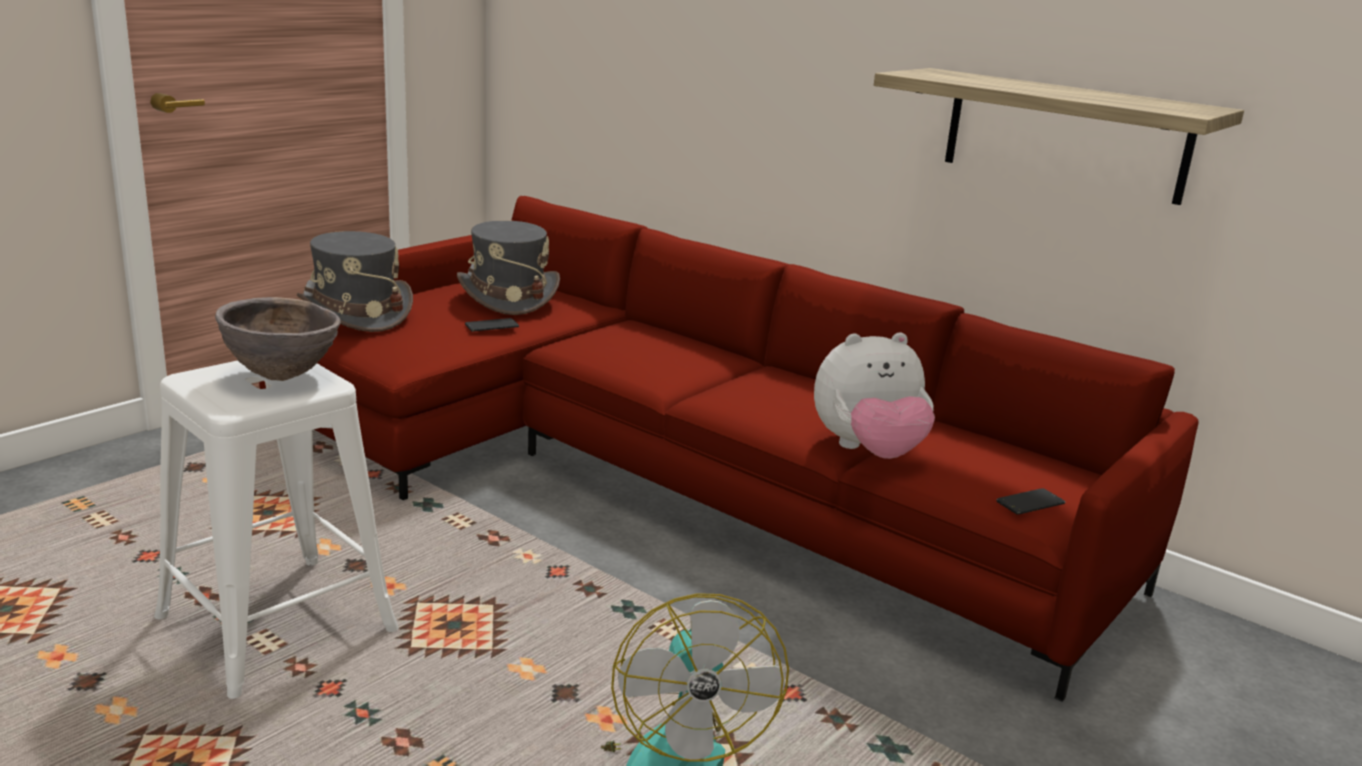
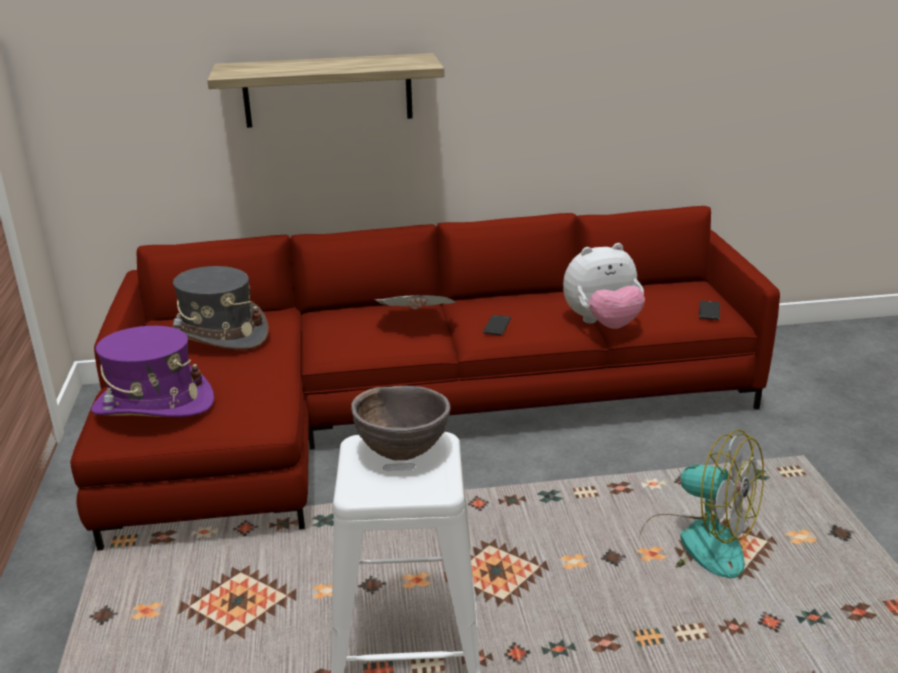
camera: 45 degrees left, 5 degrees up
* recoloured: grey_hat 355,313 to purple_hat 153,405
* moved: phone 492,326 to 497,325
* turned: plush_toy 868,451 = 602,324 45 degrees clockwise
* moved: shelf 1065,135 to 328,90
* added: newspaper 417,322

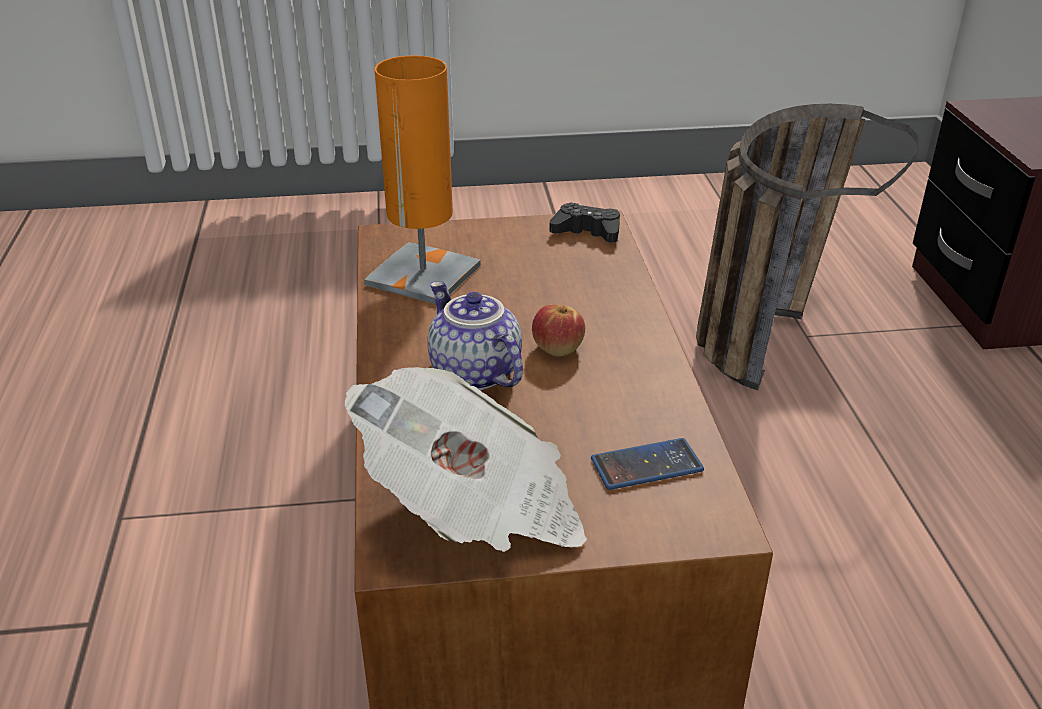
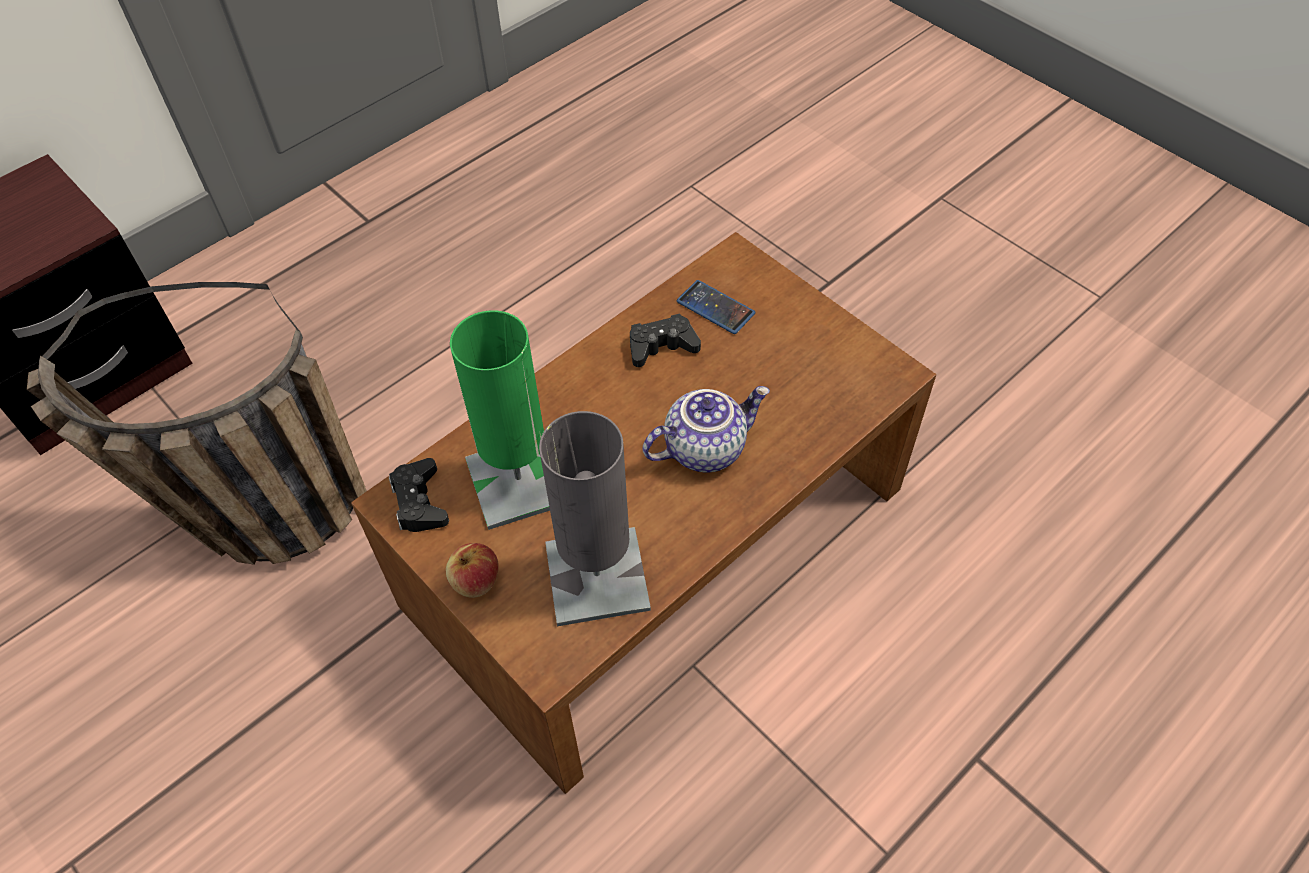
camera: 125 degrees left, 20 degrees up
* removed: newspaper 475,508
* recoloured: orange_table_lamp 423,275 to grey_table_lamp 597,577
* turned: teapot 473,373 = 704,447 135 degrees counterclockwise
* moved: apple 557,348 to 475,581
* added: green_table_lamp 519,481
* added: black_game_controller 661,346

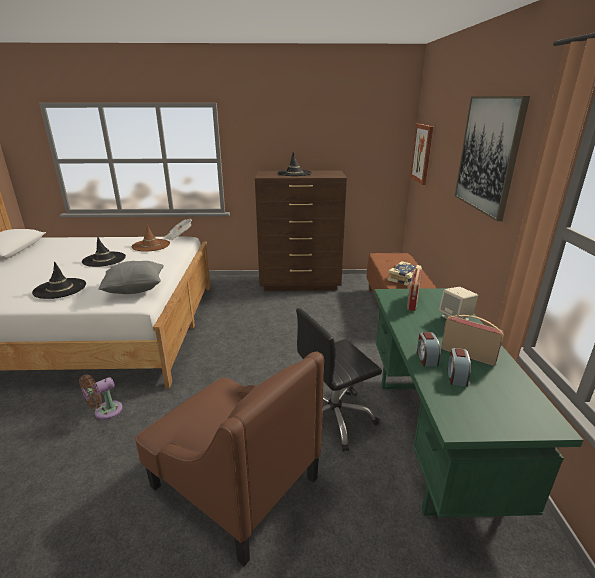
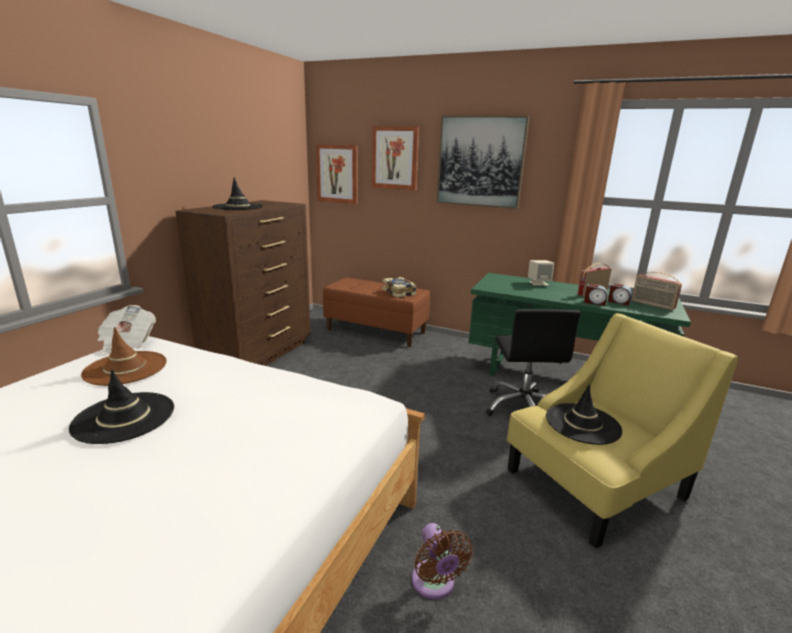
camera: 65 degrees left, 5 degrees down
* moved: black_hat 60,288 to 582,423
* removed: grey_pillow 135,290
* recoloured: brown_armchair 234,482 to yellow_armchair 594,484
* moved: radio 412,302 to 652,305
* added: picture 395,158

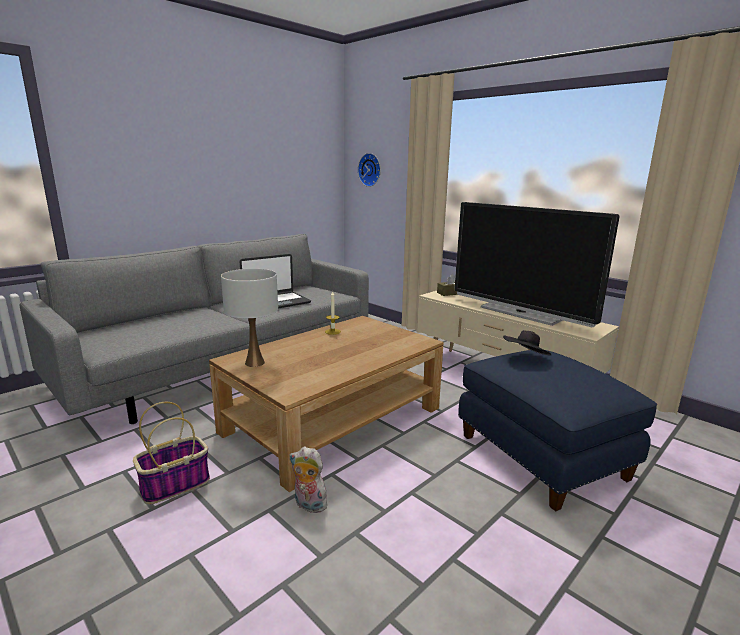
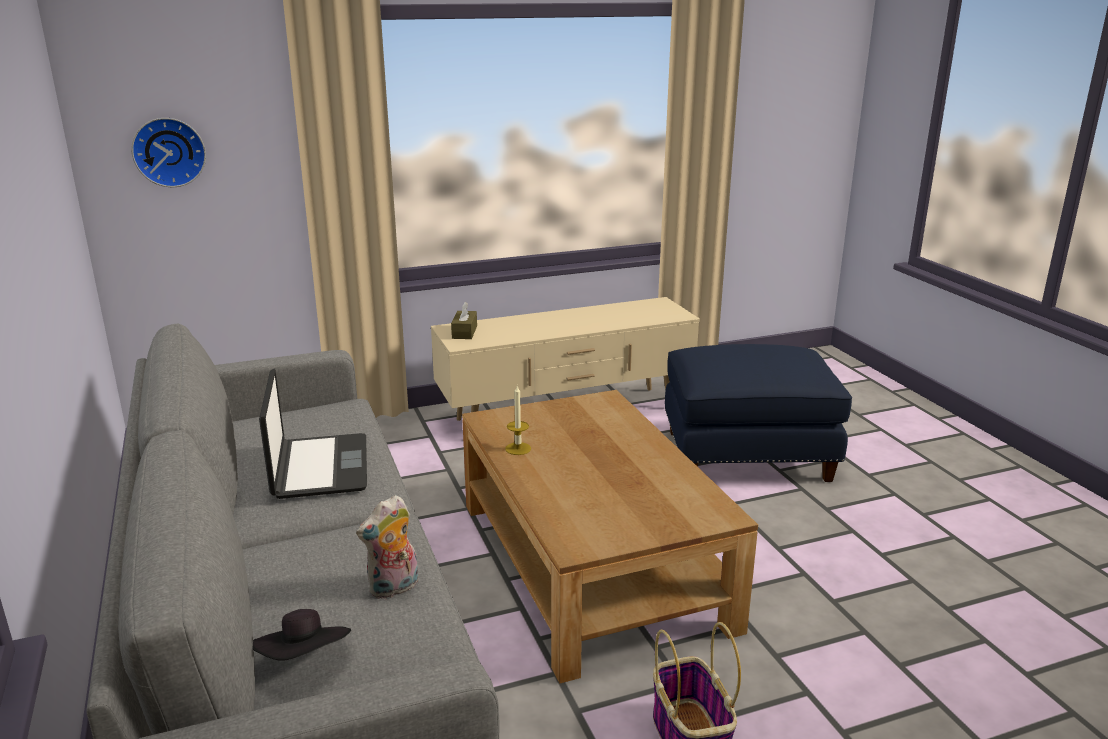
camera: 65 degrees left, 5 degrees up
* removed: white_table_lamp 254,363
* moved: plush_toy 308,505 to 394,588
* removed: television 520,313
* moved: black_hat 525,357 to 305,659

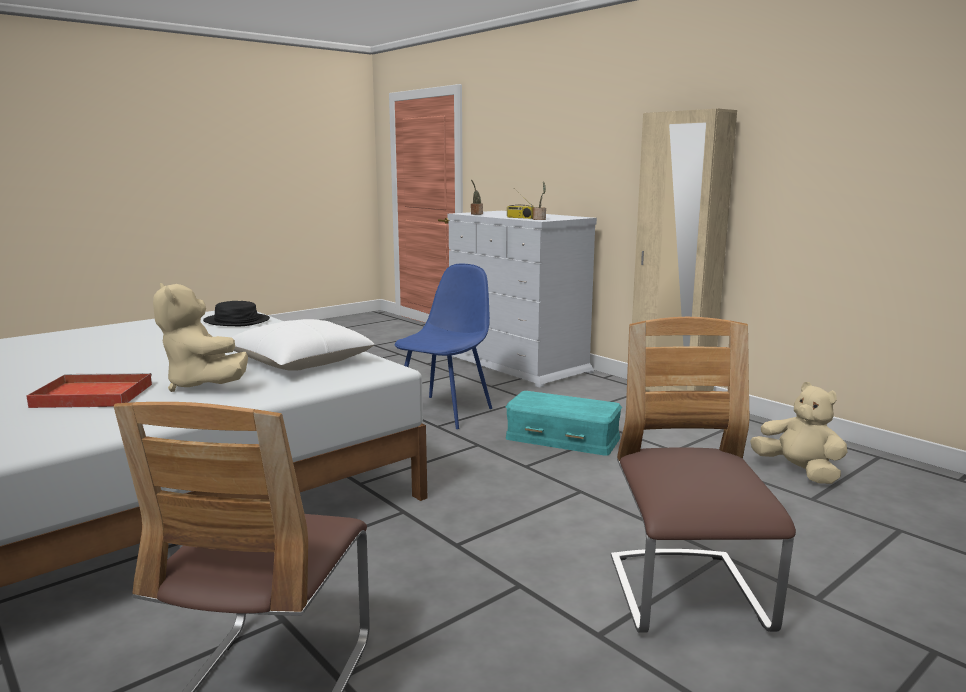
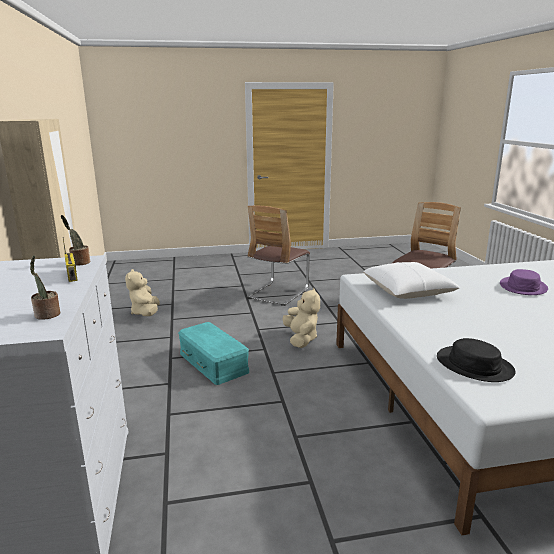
camera: 150 degrees left, 5 degrees up
* replaced: red_tray 90,395 to purple_hat 523,287
* moved: beige_plush_toy 203,385 to 301,339
* removed: blue_chair 445,411

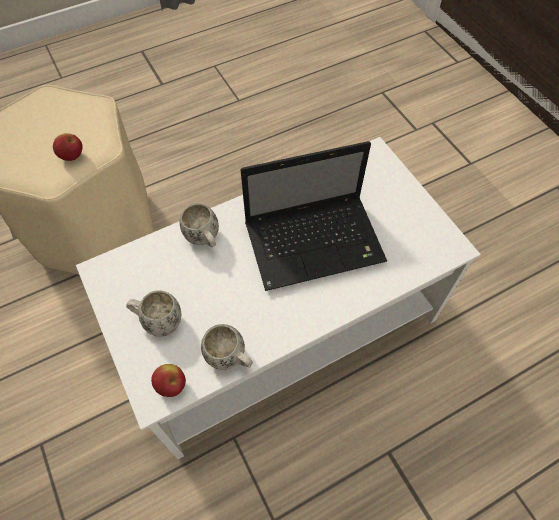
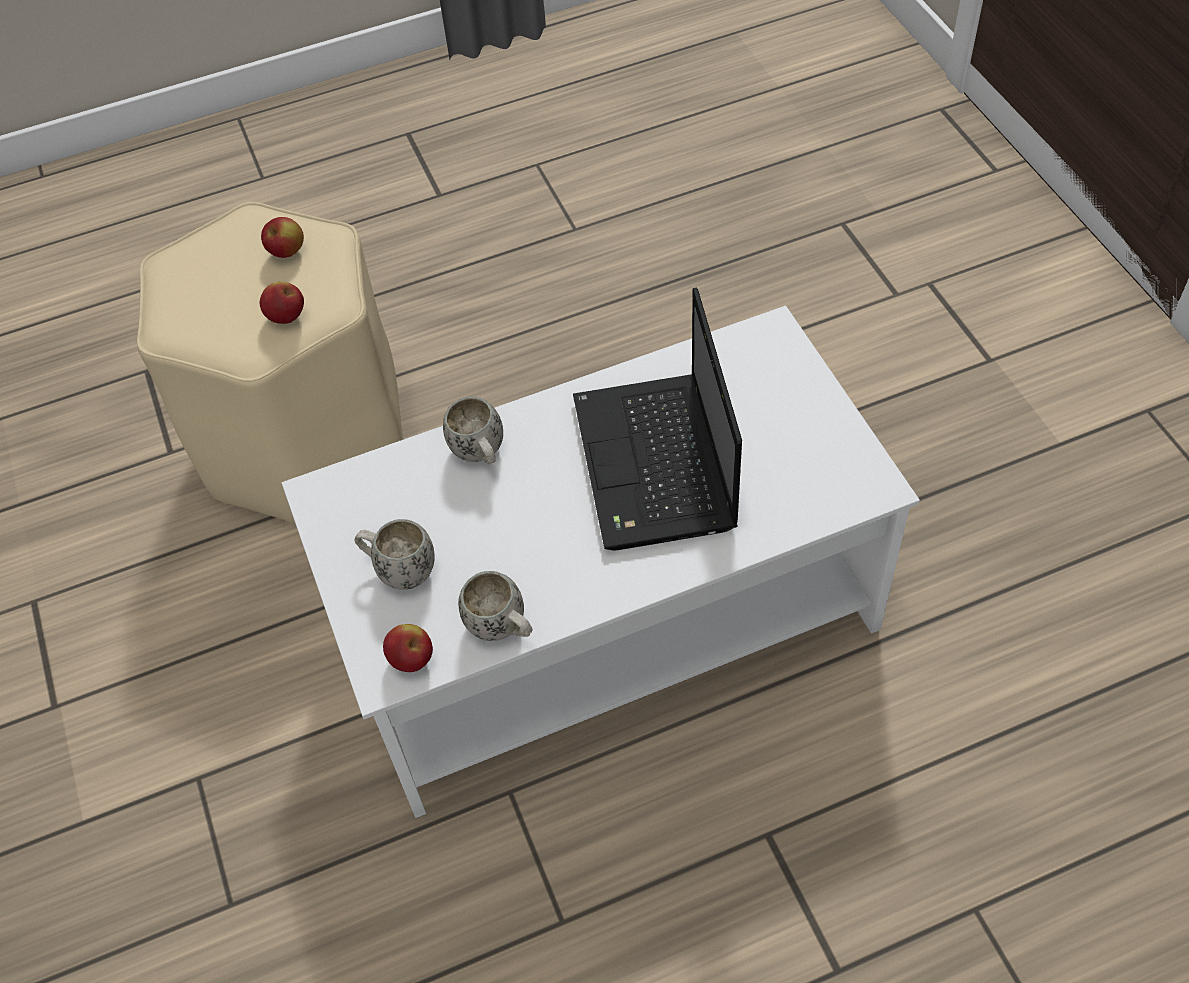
camera: 10 degrees right, 5 degrees down
* turned: laptop 316,241 = 656,467 90 degrees clockwise
* added: apple 287,252

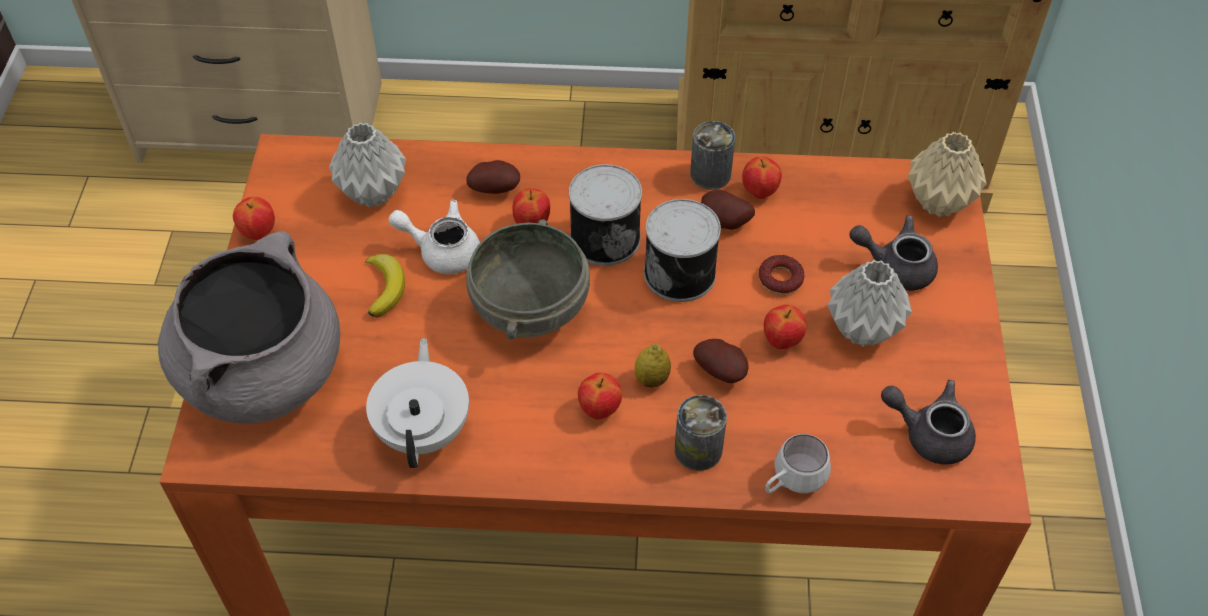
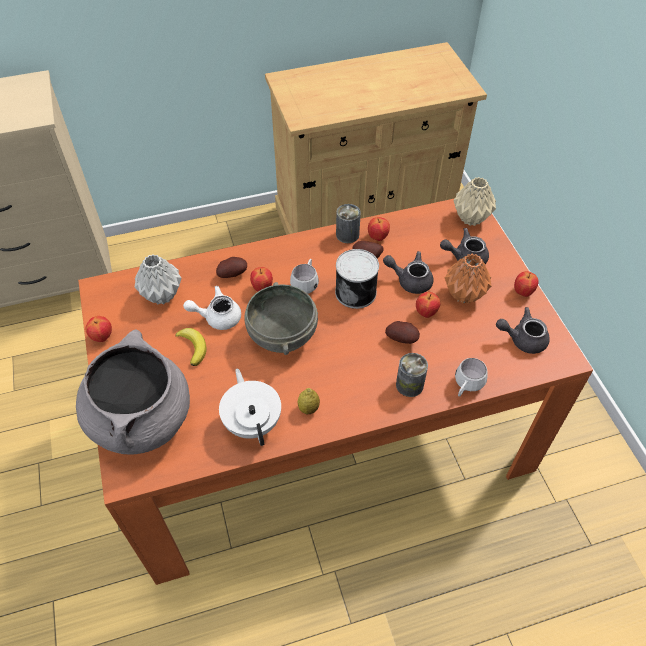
camera: 20 degrees left, 0 degrees up
* replaced: can 604,237 to white_mug 306,284
* moved: apple 599,409 to 522,292
* moved: lemon 652,379 to 308,408
* replaced: donut 780,279 to grey_teapot 410,280
* recoloured: grey_vase 864,330 to orange_vase 465,295

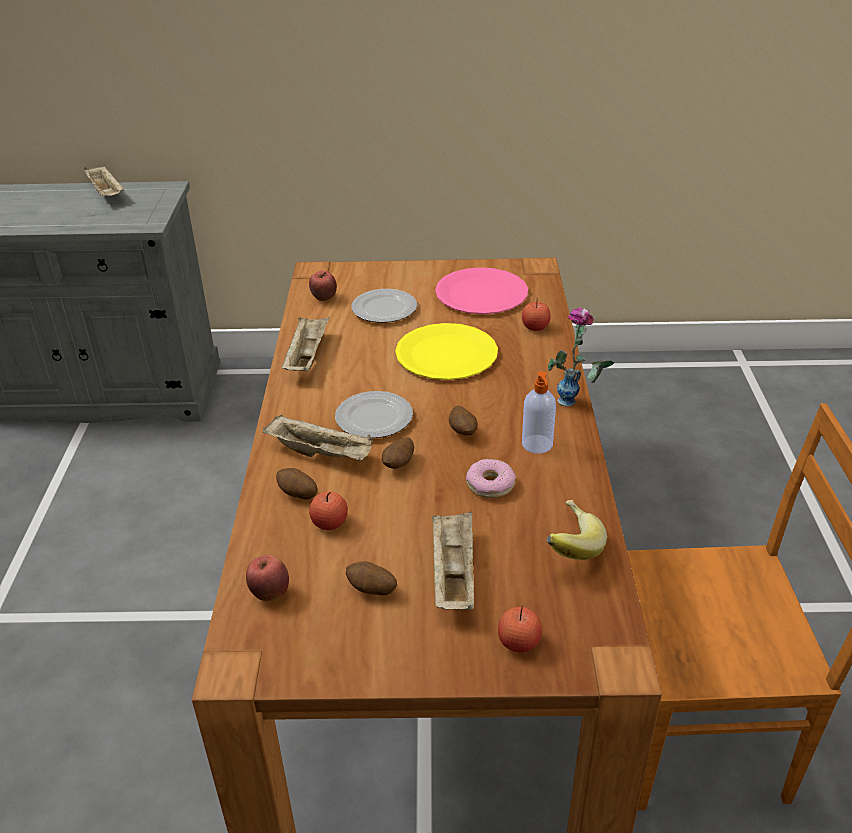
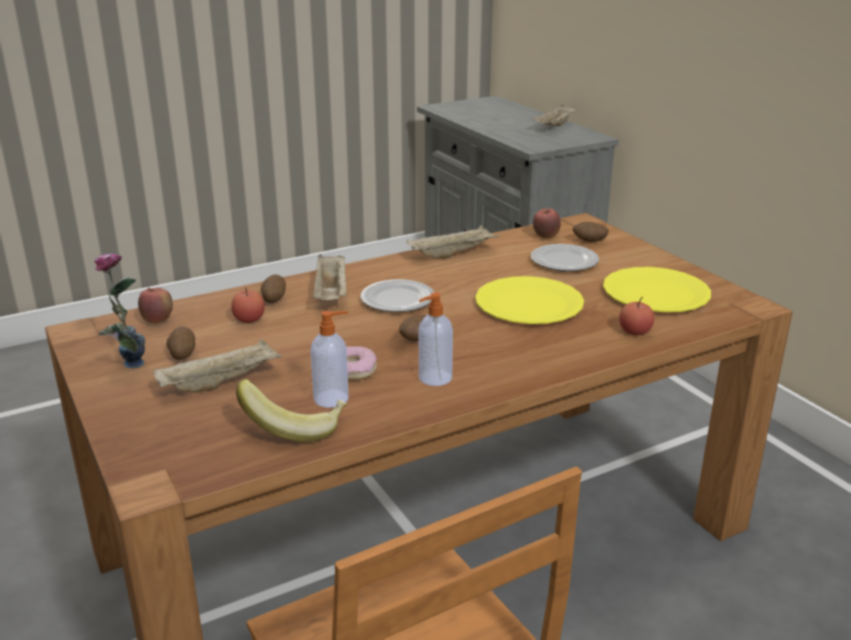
camera: 60 degrees right, 10 degrees down
* moved: potato 399,464 to 589,242
* recoloured: pink_plate 481,294 to yellow_plate 656,293
* removed: apple 519,642
* moved: vase 577,406 to 128,371
* added: soap_dispenser 332,399

